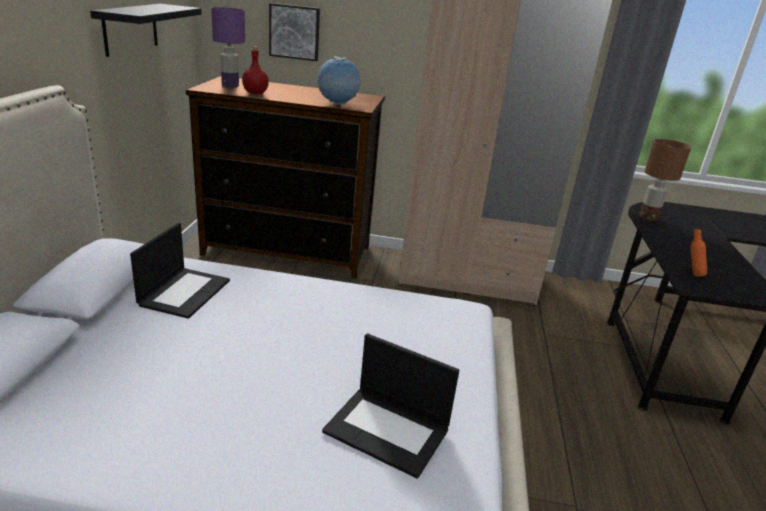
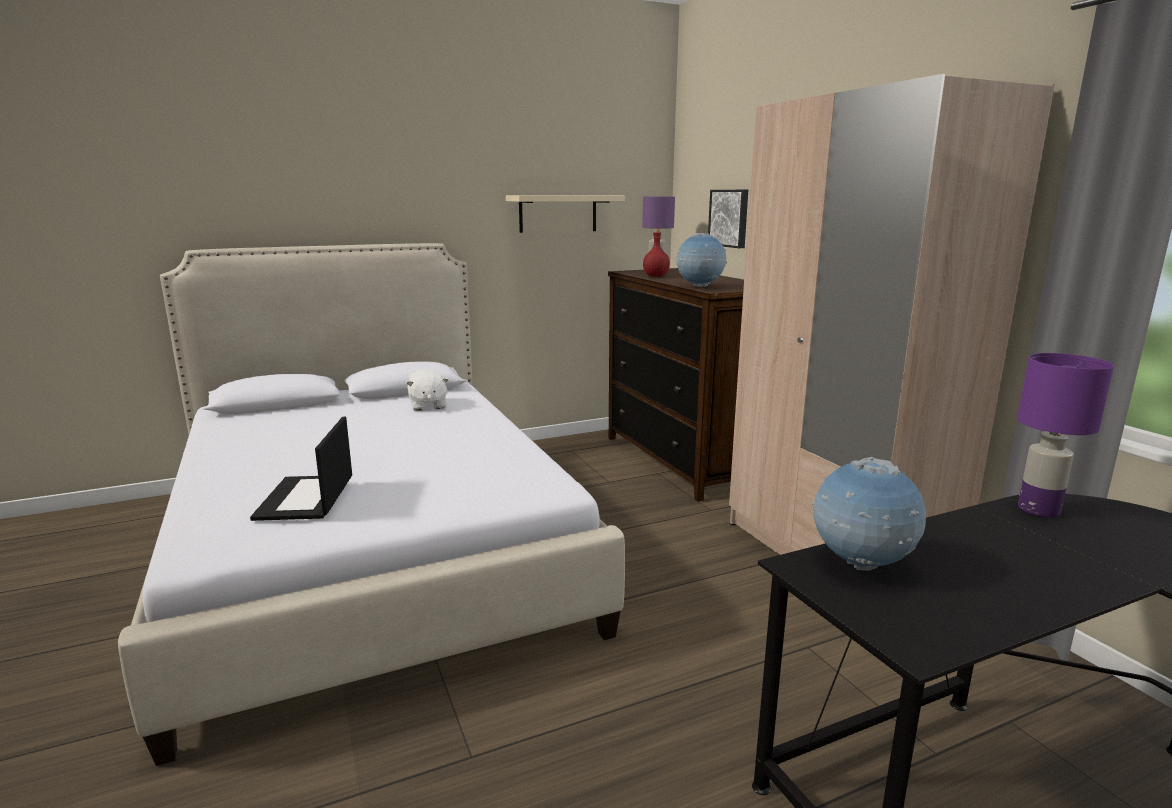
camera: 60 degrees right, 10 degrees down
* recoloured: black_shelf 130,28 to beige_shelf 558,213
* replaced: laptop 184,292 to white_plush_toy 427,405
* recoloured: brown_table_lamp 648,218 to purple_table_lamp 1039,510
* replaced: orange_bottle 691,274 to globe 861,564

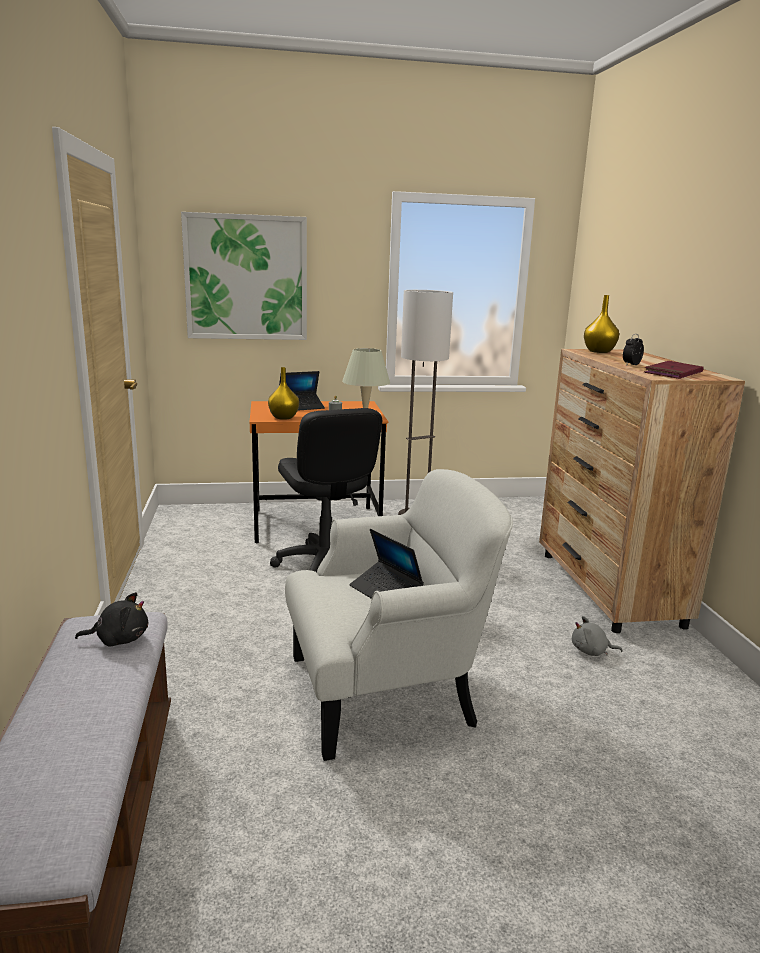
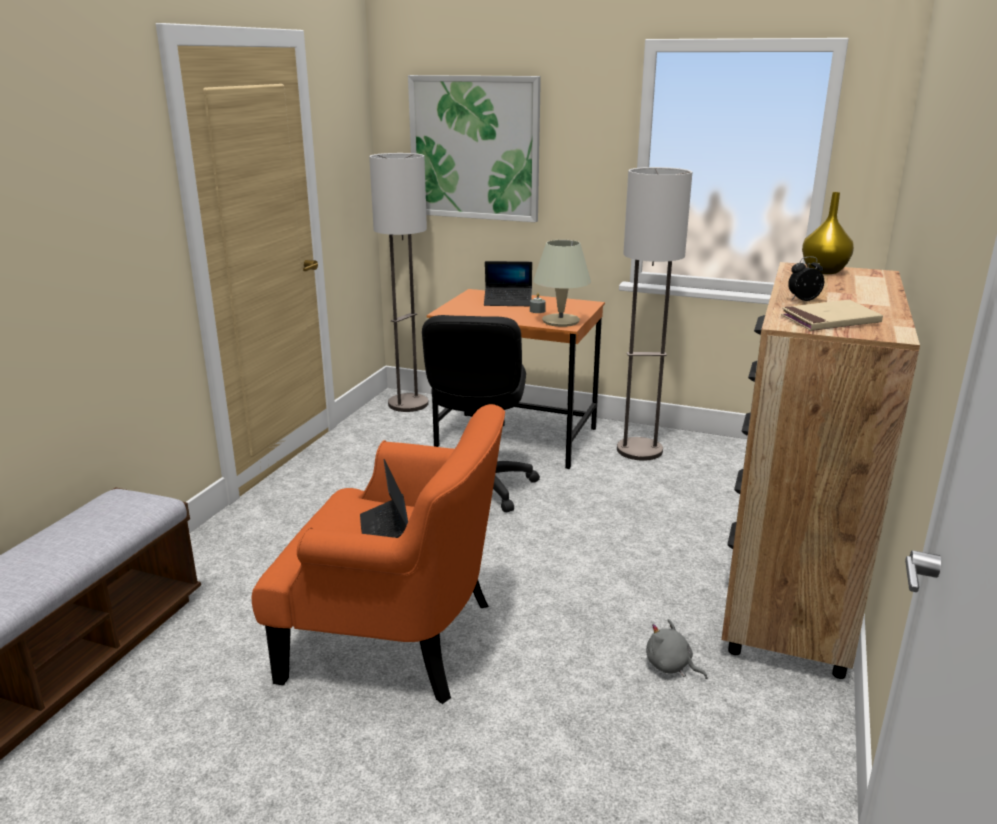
camera: 30 degrees right, 5 degrees up
* removed: black_plush_toy 119,639
* removed: yellow_vase 283,417
* recoloured: white_armchair 387,691 to orange_armchair 397,637
* recoloured: red_book 673,373 to beige_book 830,320
* added: floor_lamp 408,404

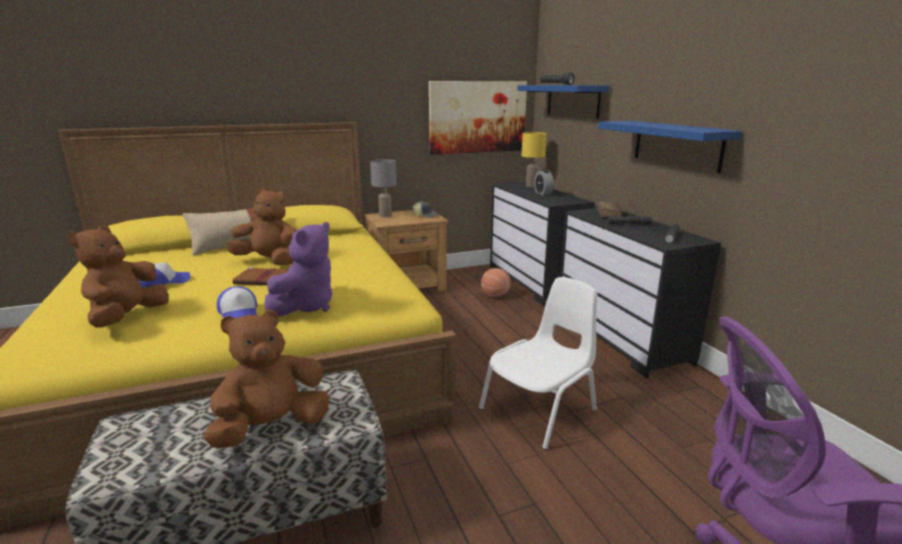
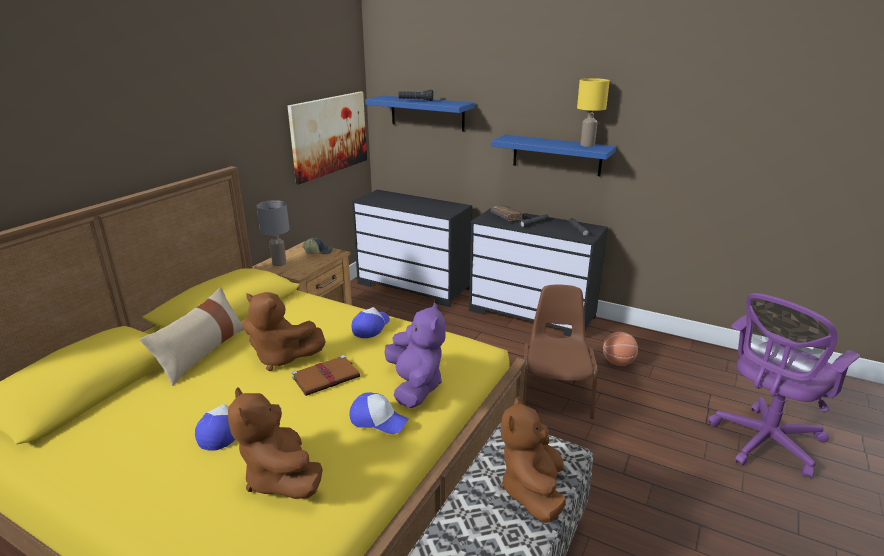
camera: 40 degrees left, 5 degrees up
* turned: brown_plush_toy 269,261 = 282,358 135 degrees counterclockwise
* recoloured: white_chair 540,409 to brown_chair 555,392
* moved: basketball 495,296 to 618,362
* moved: yellow_table_lamp 531,186 to 587,145
* removed: alarm_clock 543,193
* added: cap 371,327

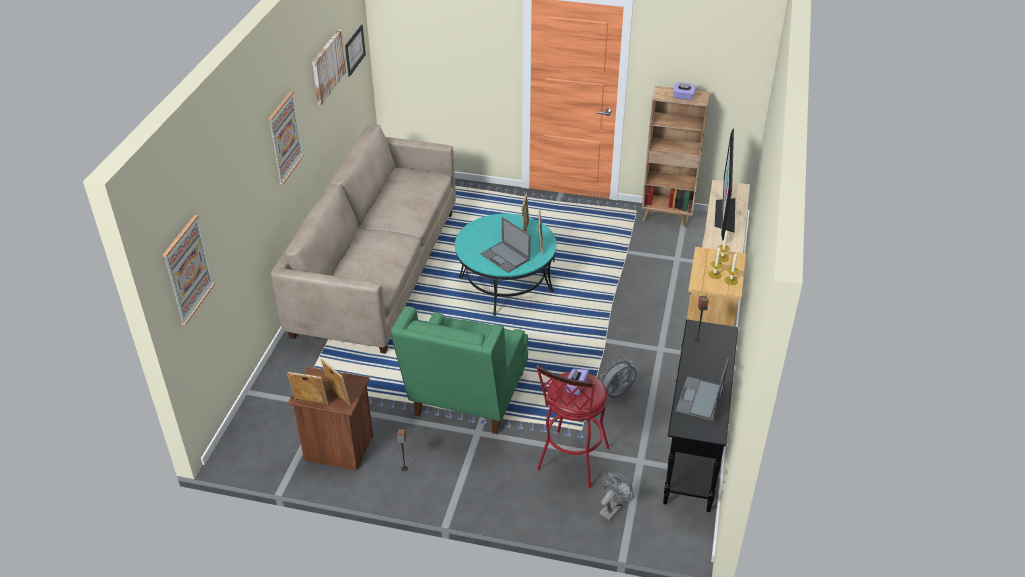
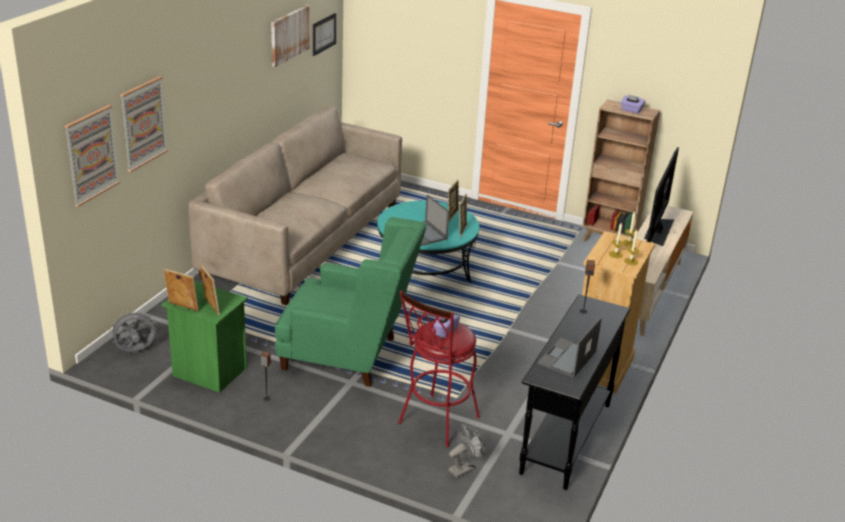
camera: 10 degrees right, 10 degrees down
* moved: picture 285,137 to 143,123
* recoloured: brown_nightstand 338,449 to green_nightstand 208,373
* turned: green_armchair 466,401 = 349,355 105 degrees counterclockwise
* moved: grey_fan 617,395 to 135,351

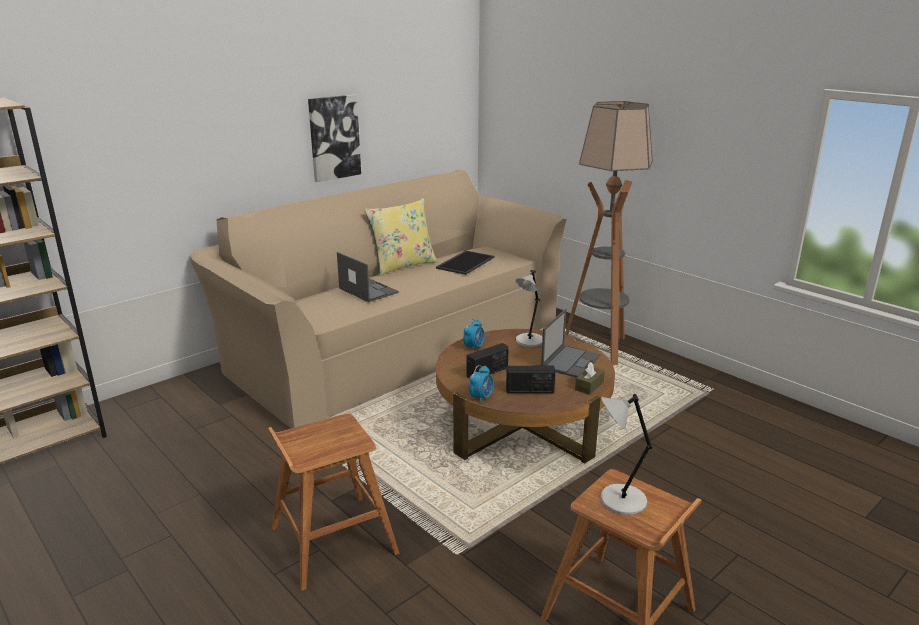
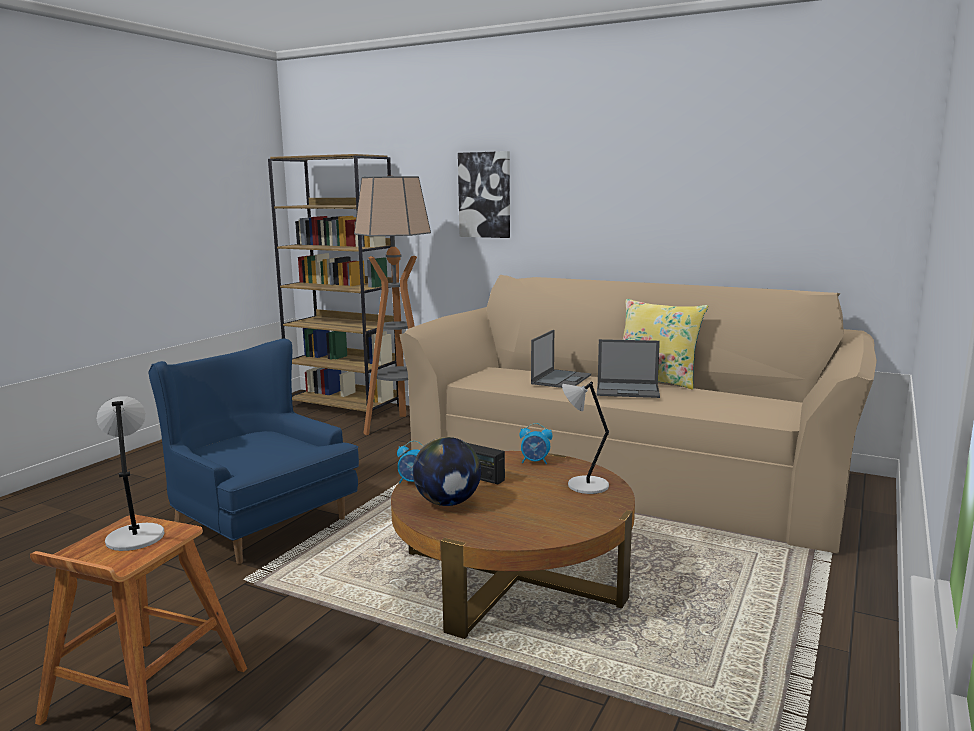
camera: 70 degrees right, 10 degrees down
* replaced: brown_stool 332,540 to blue_armchair 258,521
* moved: picture 334,137 to 485,195
* removed: tray 465,262
* replaced: radio 529,390 to globe 448,503
* moved: laptop 571,361 to 628,390
* moved: floor_lamp 599,348 to 400,427
* removed: brown_tissue_box 589,386

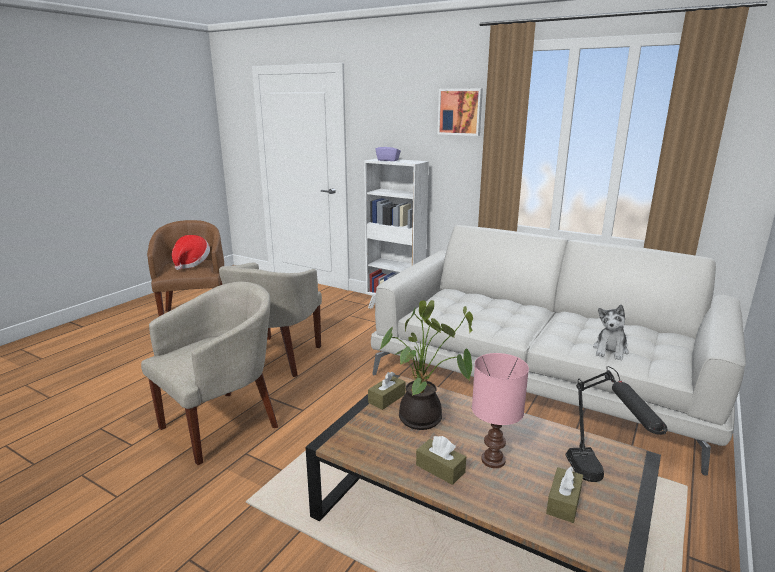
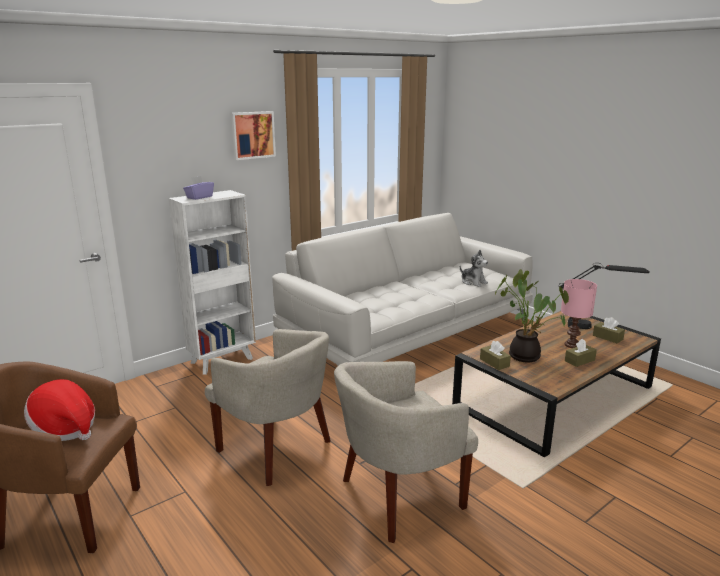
camera: 70 degrees left, 0 degrees up
* turned: beige_armchair 222,424 = 398,497 90 degrees counterclockwise

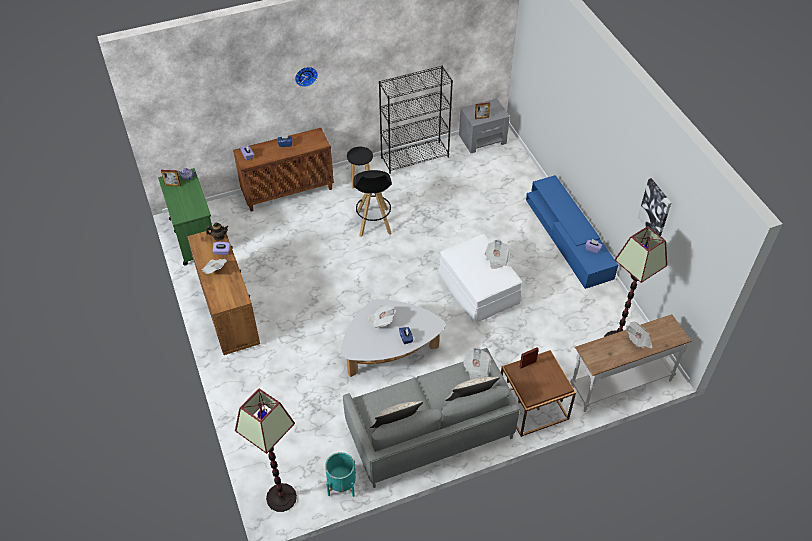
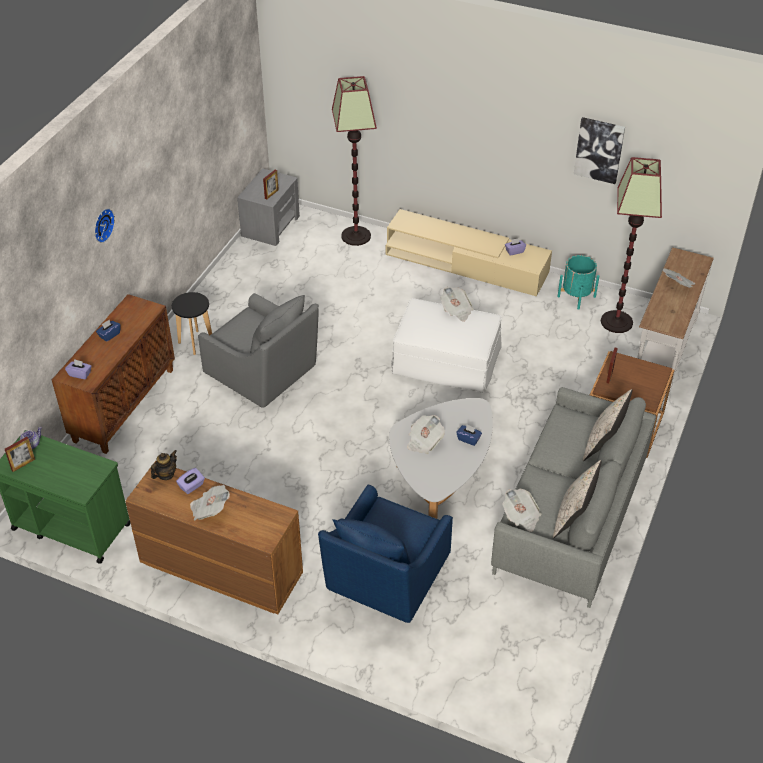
camera: 45 degrees left, 5 degrees down
* moved: floor_lamp 281,498 to 356,236
* moved: turquoise_planter 342,484 to 576,296
* replaced: black_stool 374,222 to grey_armchair 263,372
* removed: black_bookcase 415,157
* moved: newspaper 476,369 to 521,516
* recoloured: blue_tv_stand 567,238 to beige_tv_stand 465,264
* added: blue_armchair 385,576

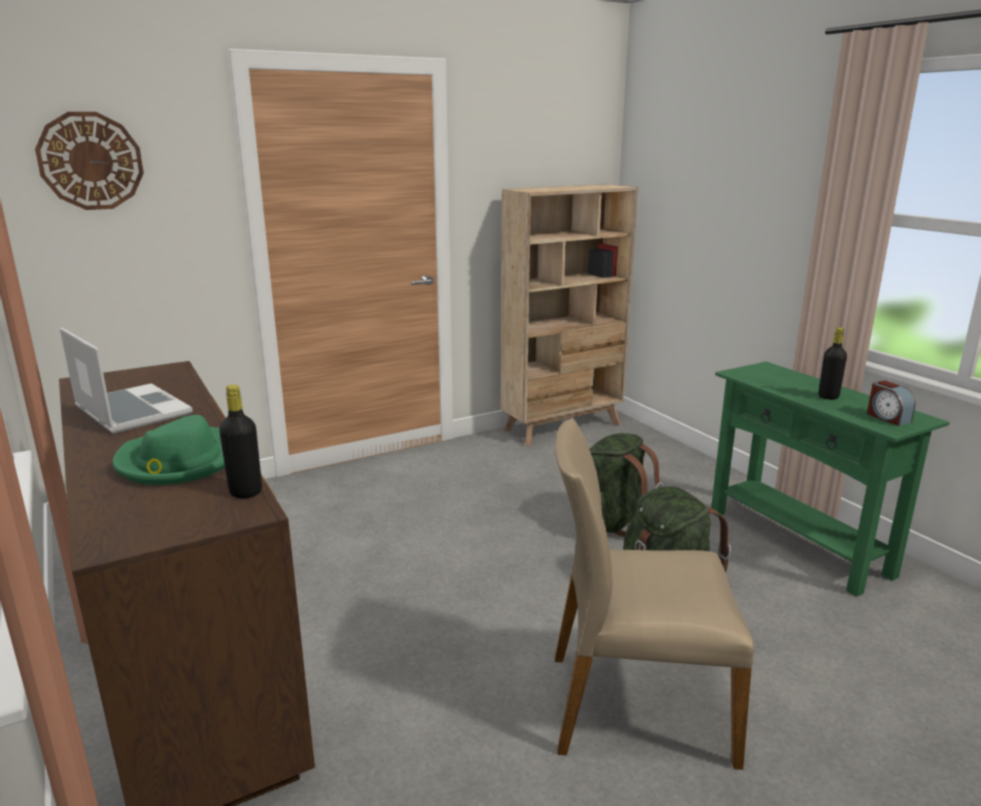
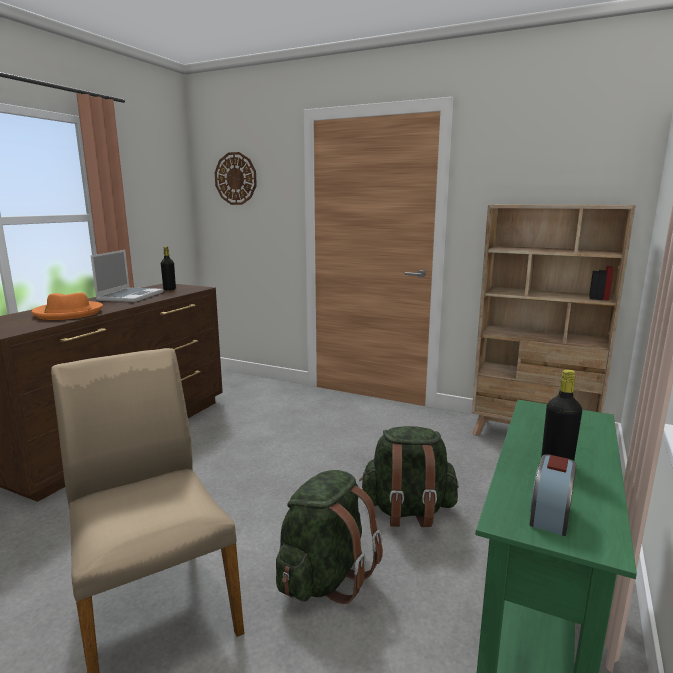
camera: 55 degrees right, 5 degrees down
* recoloured: green_hat 179,461 to orange_hat 68,313
* moved: black_bottle 245,492 to 169,289

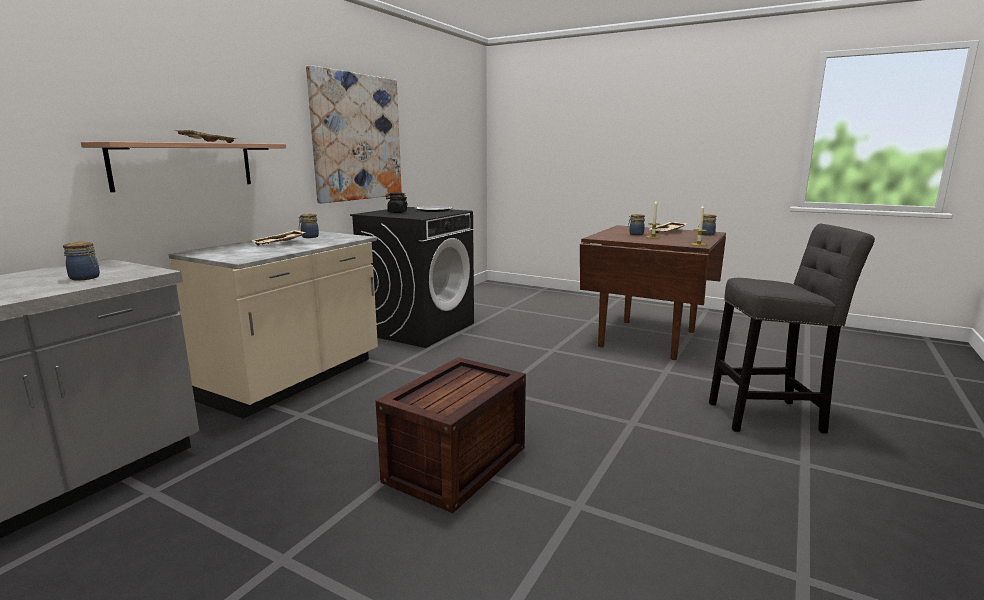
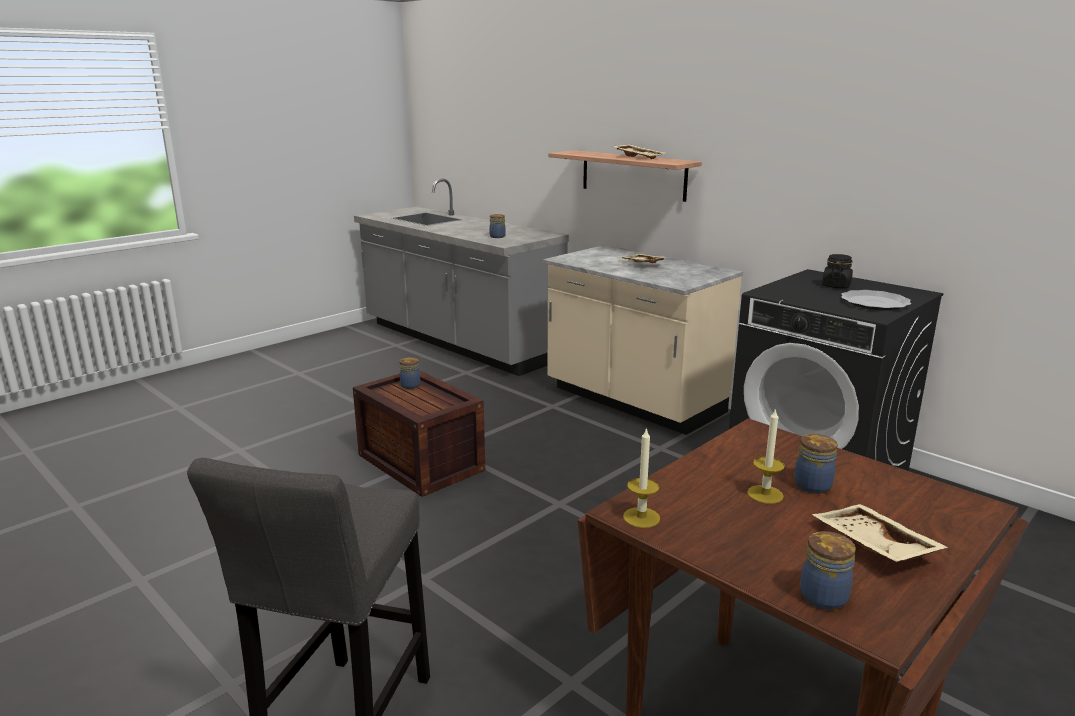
camera: 105 degrees right, 5 degrees up
* moved: jar 309,237 to 410,385
* removed: picture 357,137

